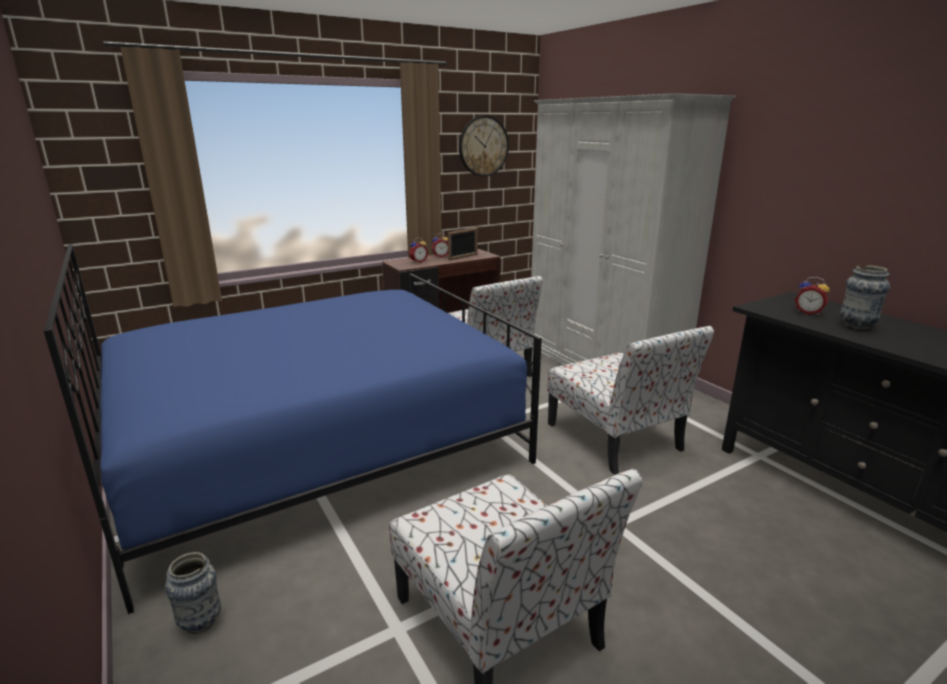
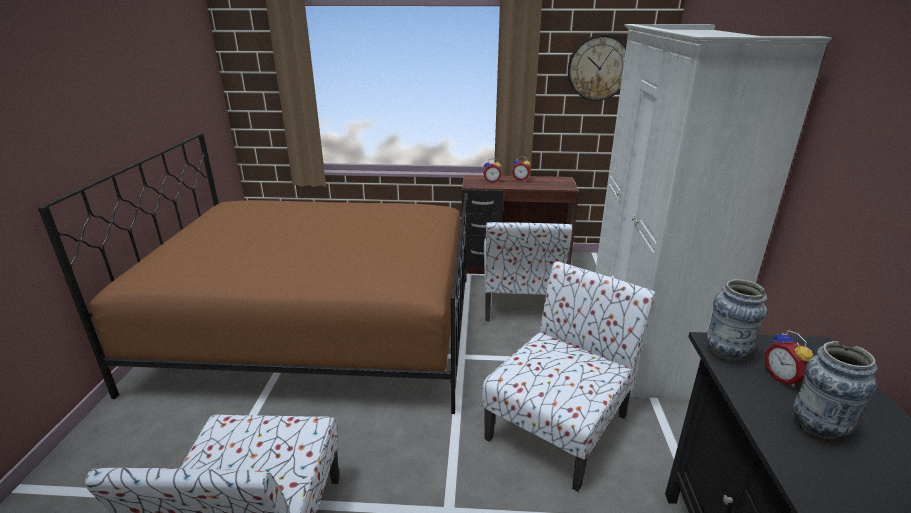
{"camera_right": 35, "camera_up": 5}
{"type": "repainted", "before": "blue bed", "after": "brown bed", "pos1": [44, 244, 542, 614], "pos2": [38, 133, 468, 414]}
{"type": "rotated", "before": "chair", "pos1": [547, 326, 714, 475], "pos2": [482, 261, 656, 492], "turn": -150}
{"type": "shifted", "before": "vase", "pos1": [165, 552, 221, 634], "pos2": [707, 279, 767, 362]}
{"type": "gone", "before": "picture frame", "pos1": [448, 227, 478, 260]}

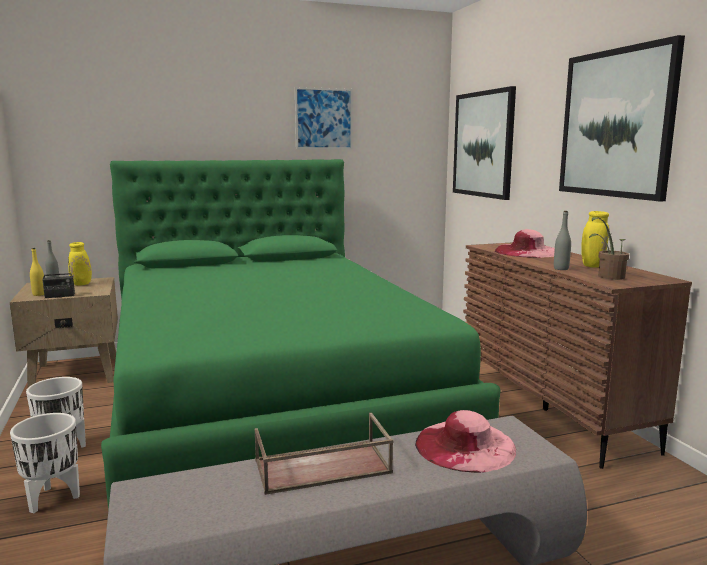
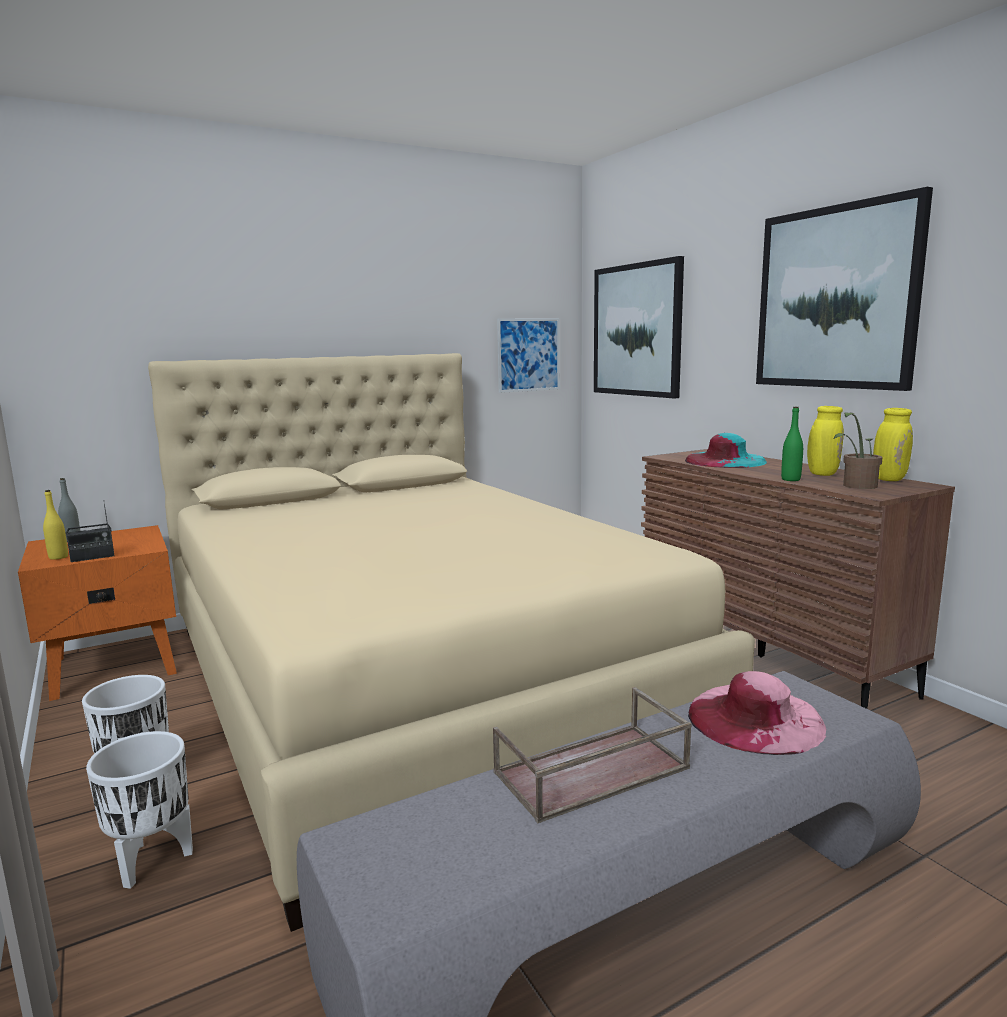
{"camera_right": -10, "camera_up": 0}
{"type": "repainted", "before": "beige nightstand", "after": "orange nightstand", "pos1": [10, 277, 118, 388], "pos2": [18, 525, 177, 701]}
{"type": "repainted", "before": "green bed", "after": "beige bed", "pos1": [101, 159, 500, 510], "pos2": [148, 353, 755, 932]}
{"type": "shifted", "before": "picture", "pos1": [295, 87, 352, 149], "pos2": [497, 318, 560, 393]}
{"type": "repainted", "before": "pink hat", "after": "turquoise hat", "pos1": [495, 229, 555, 258], "pos2": [685, 433, 767, 468]}
{"type": "repainted", "before": "grey bottle", "after": "green bottle", "pos1": [554, 211, 571, 270], "pos2": [781, 407, 803, 481]}
{"type": "shifted", "before": "yellow vase", "pos1": [68, 242, 92, 286], "pos2": [873, 408, 913, 481]}

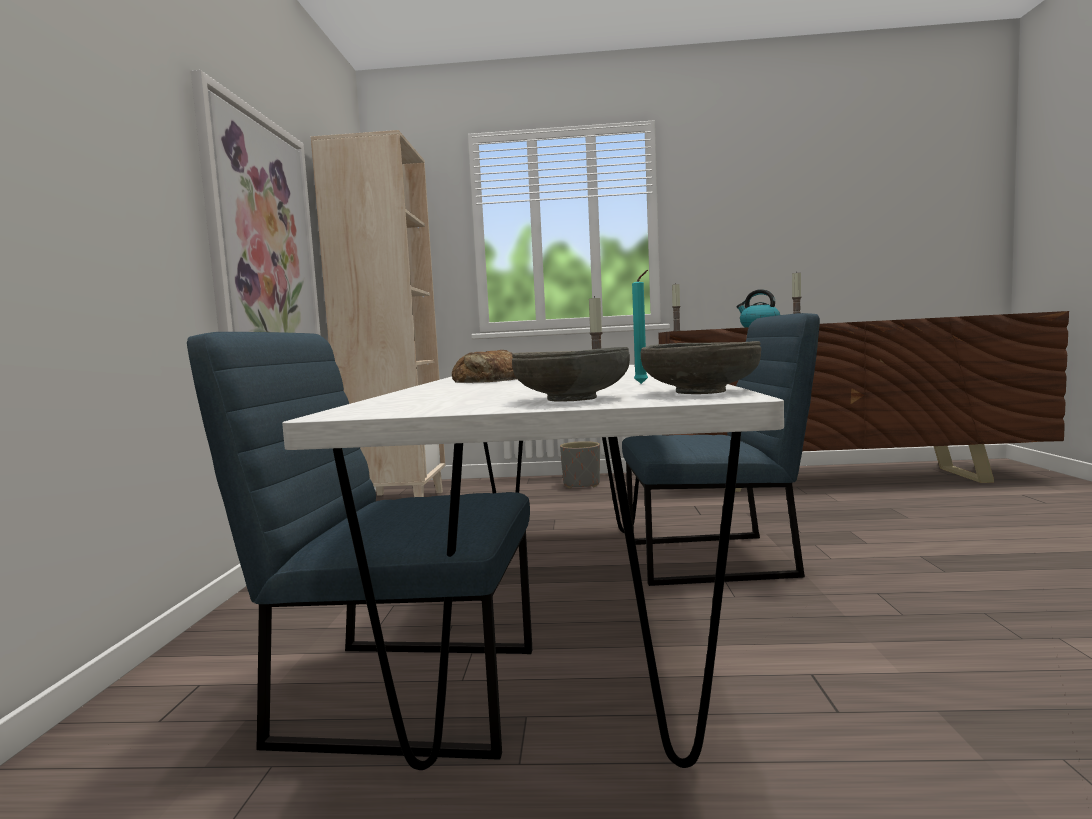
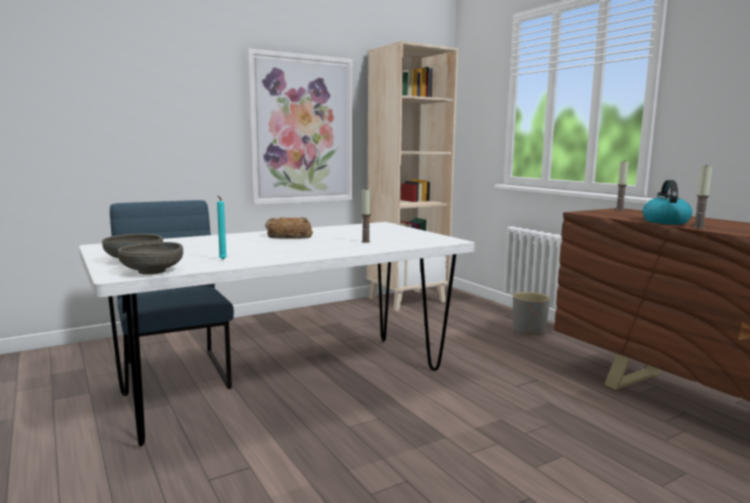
{"camera_right": 55, "camera_up": 5}
{"type": "gone", "before": "blue chair", "pos1": [622, 313, 820, 586]}

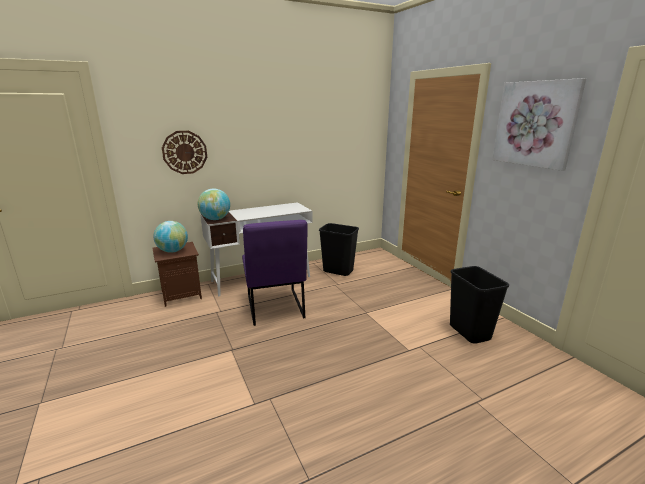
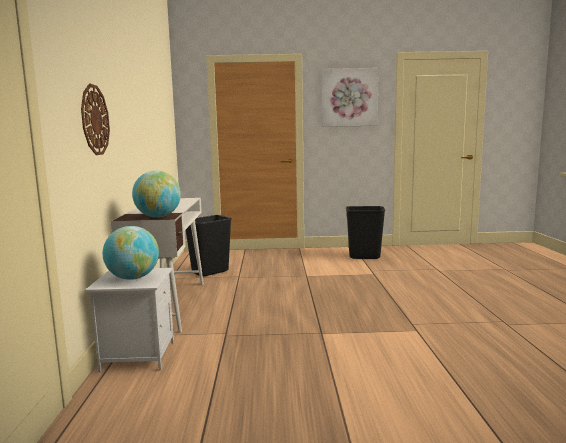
{"camera_right": -65, "camera_up": -10}
{"type": "repainted", "before": "brown nightstand", "after": "grey nightstand", "pos1": [152, 242, 202, 307], "pos2": [85, 268, 174, 372]}
{"type": "gone", "before": "purple chair", "pos1": [242, 220, 308, 326]}

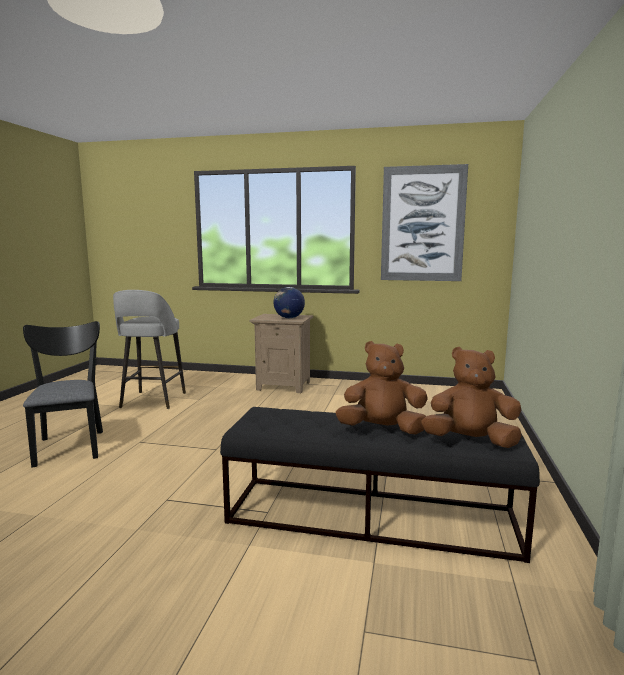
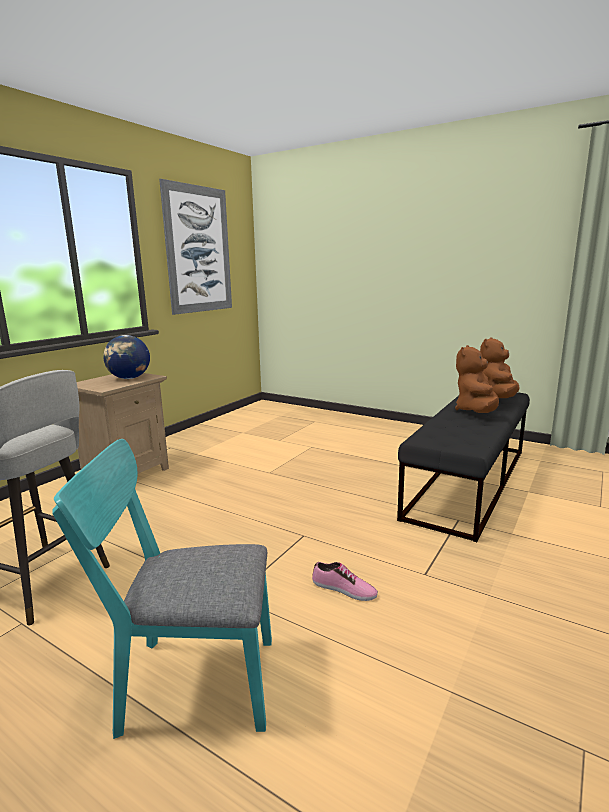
{"camera_right": -70, "camera_up": 5}
{"type": "repainted", "before": "black chair", "after": "turquoise chair", "pos1": [23, 321, 103, 468], "pos2": [52, 439, 272, 739]}
{"type": "new", "after": "shoe", "pos2": [312, 562, 378, 601]}

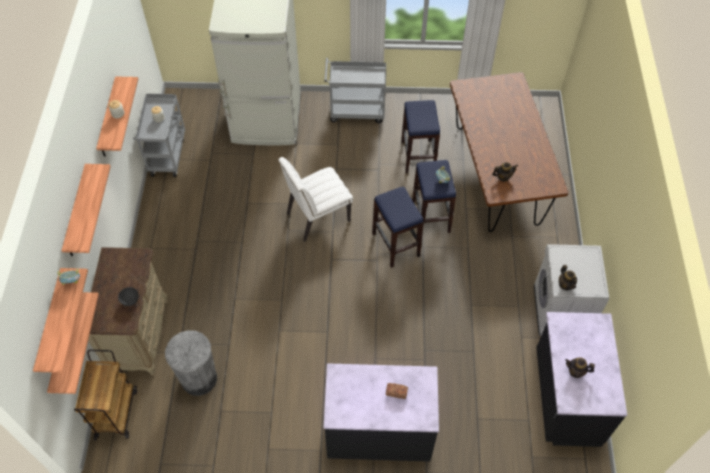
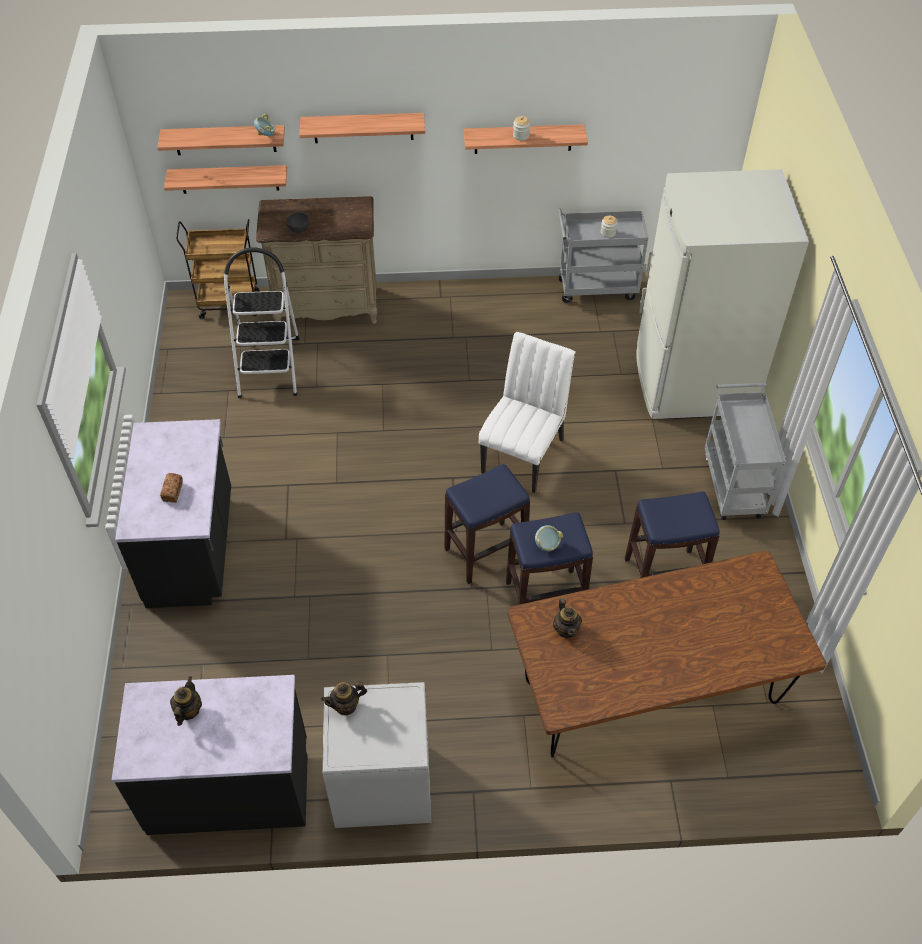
{"camera_right": 85, "camera_up": -5}
{"type": "swapped", "before": "grey trash can", "after": "step ladder", "pos1": [165, 330, 217, 396], "pos2": [224, 247, 299, 398]}
{"type": "rotated", "before": "white chair", "pos1": [278, 157, 353, 242], "pos2": [479, 332, 576, 493], "turn": 60}

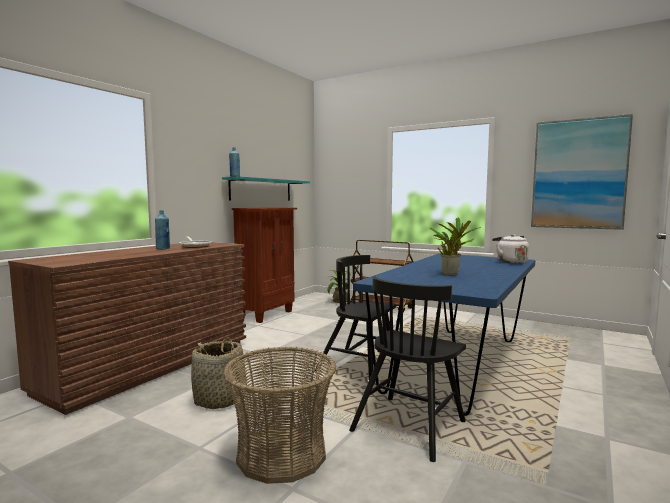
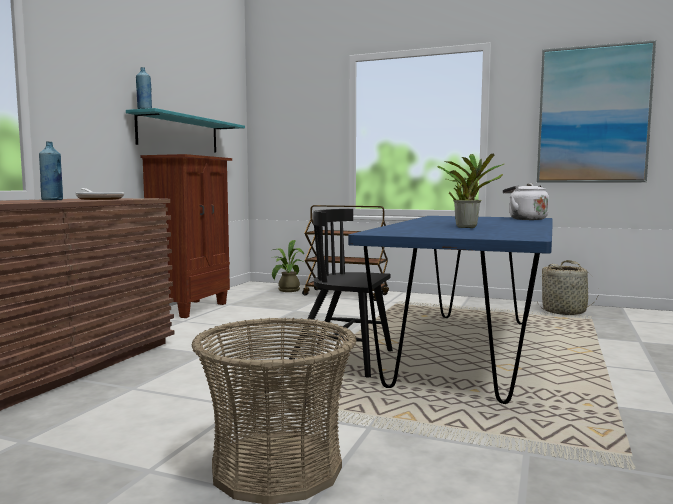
{"camera_right": -10, "camera_up": 0}
{"type": "shifted", "before": "basket", "pos1": [191, 337, 247, 409], "pos2": [537, 260, 596, 315]}
{"type": "gone", "before": "black chair", "pos1": [349, 276, 466, 462]}

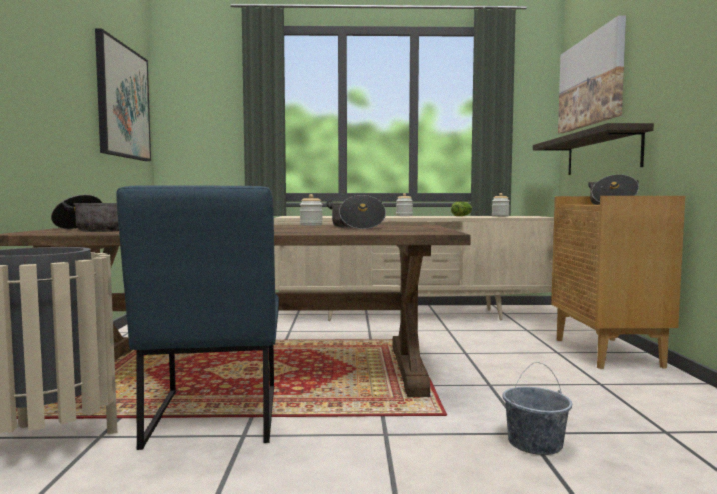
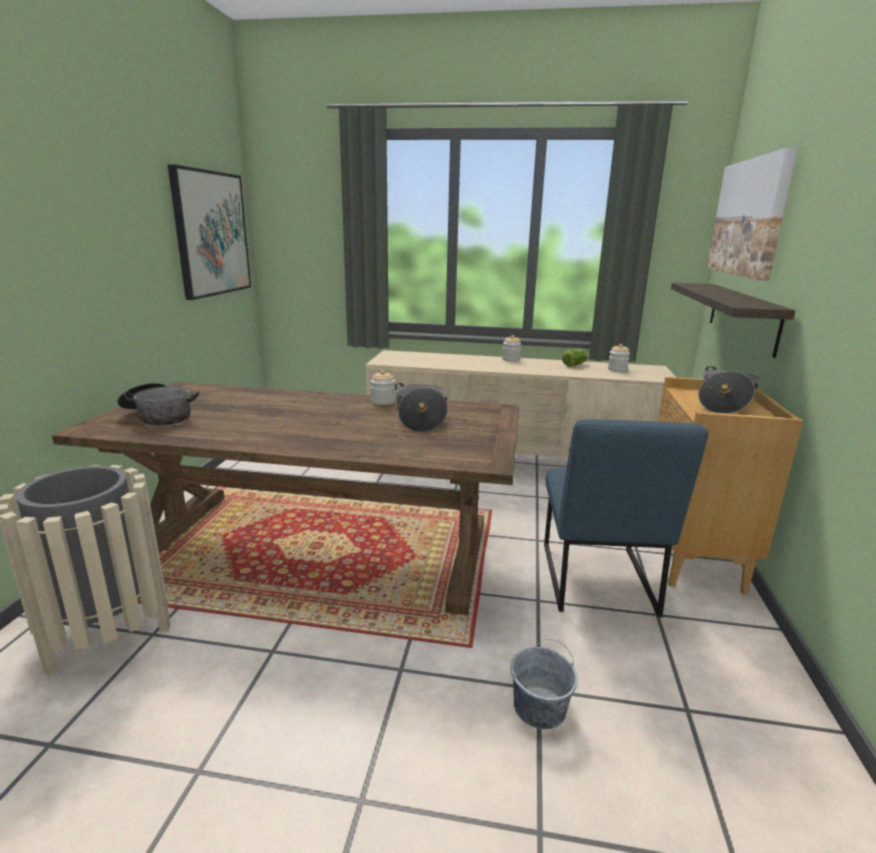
{"camera_right": 10, "camera_up": 15}
{"type": "shifted", "before": "blue chair", "pos1": [116, 185, 279, 450], "pos2": [544, 419, 708, 617]}

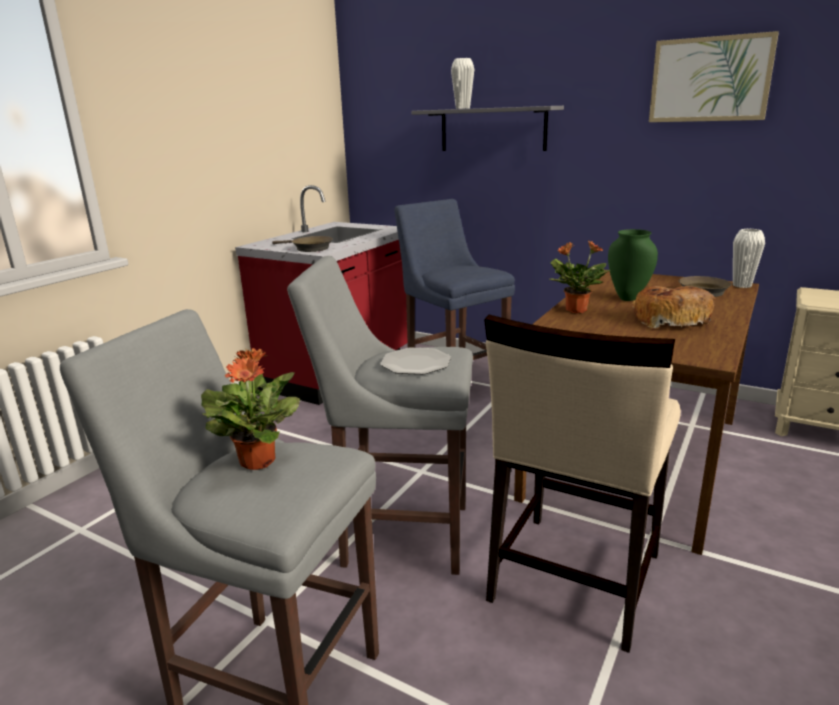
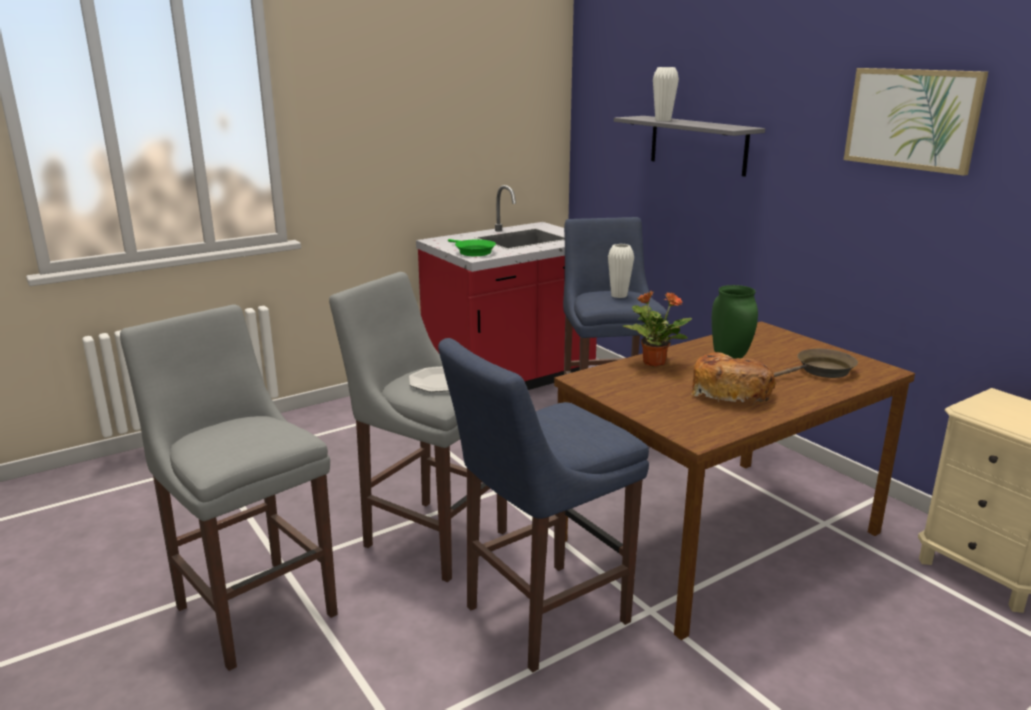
{"camera_right": 25, "camera_up": 0}
{"type": "swapped", "before": "beige chair", "after": "blue stool", "pos1": [484, 315, 681, 653], "pos2": [438, 338, 649, 672]}
{"type": "repainted", "before": "brown frying pan", "after": "green frying pan", "pos1": [272, 236, 333, 252], "pos2": [448, 239, 496, 256]}
{"type": "shifted", "before": "white vase", "pos1": [733, 229, 765, 288], "pos2": [608, 244, 634, 298]}
{"type": "gone", "before": "potted plant", "pos1": [201, 348, 300, 470]}

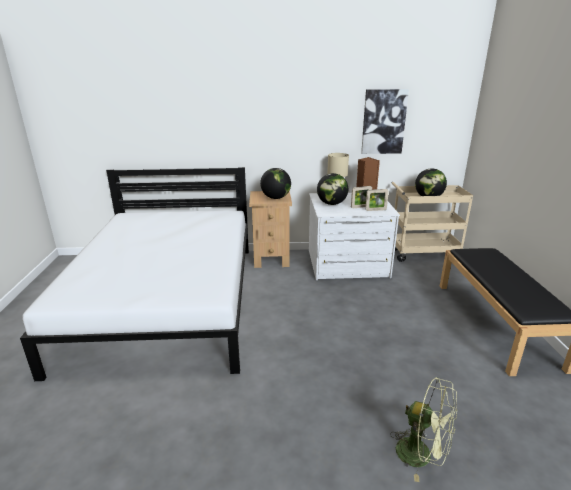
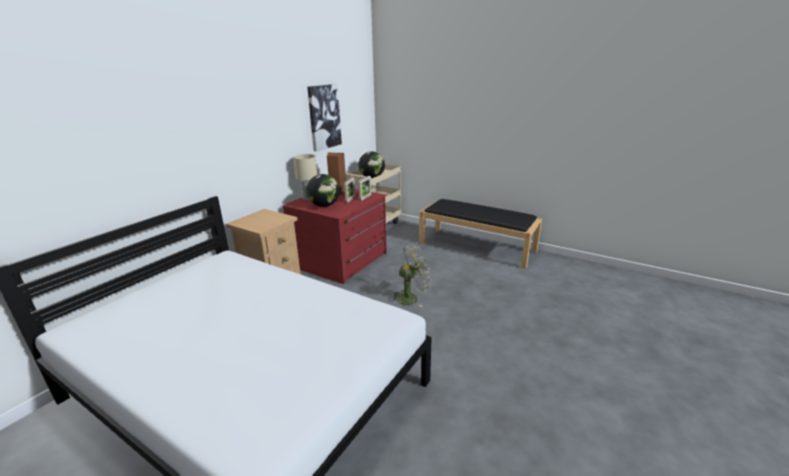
{"camera_right": -55, "camera_up": 0}
{"type": "repainted", "before": "white dresser", "after": "red dresser", "pos1": [309, 193, 400, 280], "pos2": [282, 189, 387, 284]}
{"type": "shifted", "before": "green fan", "pos1": [390, 377, 457, 482], "pos2": [390, 245, 432, 307]}
{"type": "gone", "before": "globe", "pos1": [260, 168, 291, 199]}

